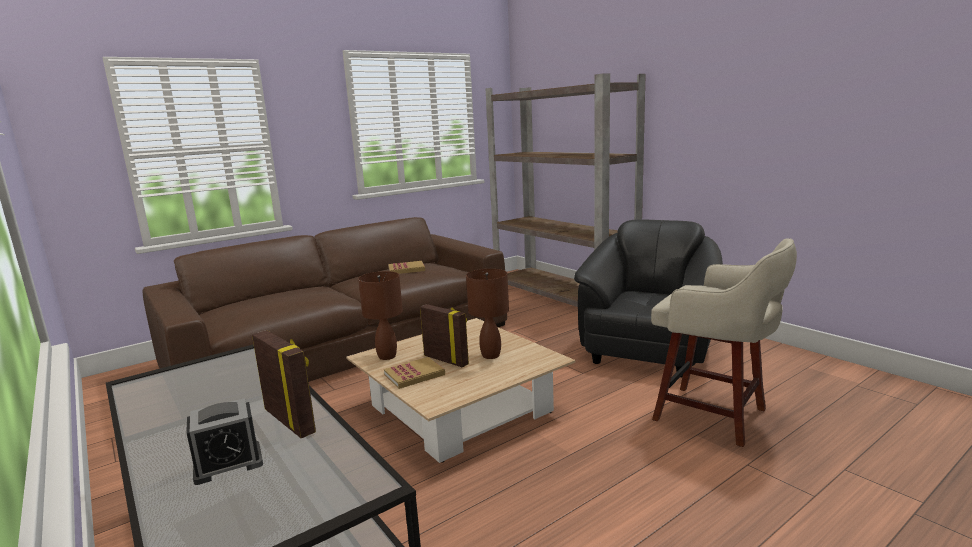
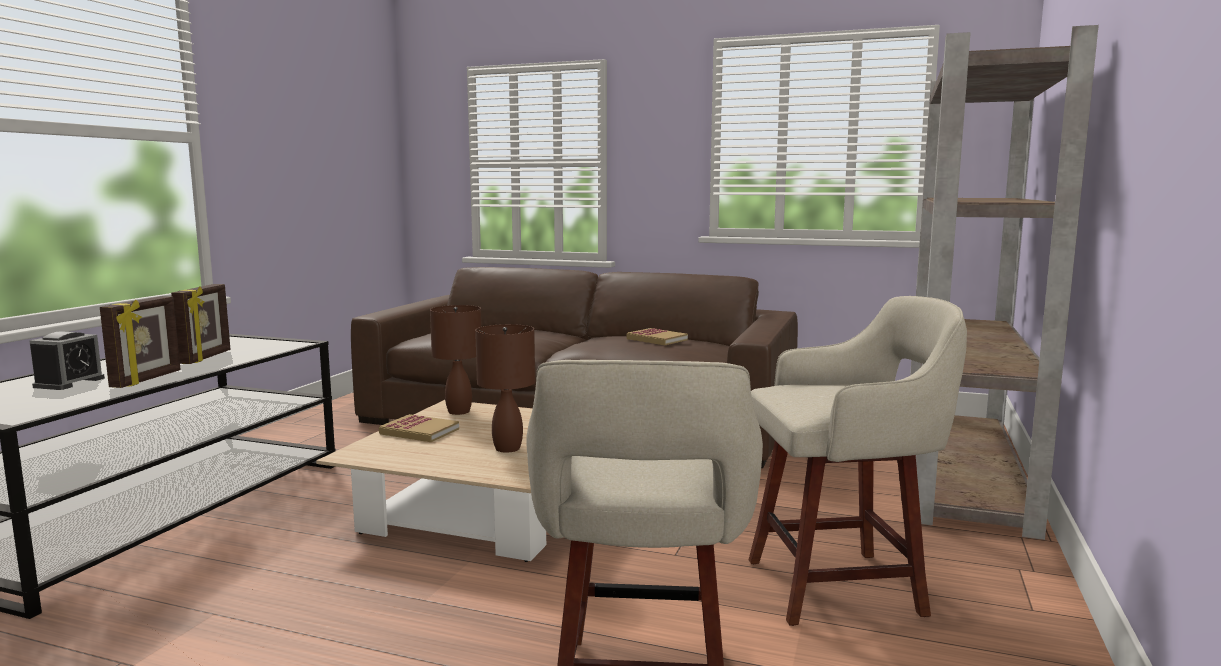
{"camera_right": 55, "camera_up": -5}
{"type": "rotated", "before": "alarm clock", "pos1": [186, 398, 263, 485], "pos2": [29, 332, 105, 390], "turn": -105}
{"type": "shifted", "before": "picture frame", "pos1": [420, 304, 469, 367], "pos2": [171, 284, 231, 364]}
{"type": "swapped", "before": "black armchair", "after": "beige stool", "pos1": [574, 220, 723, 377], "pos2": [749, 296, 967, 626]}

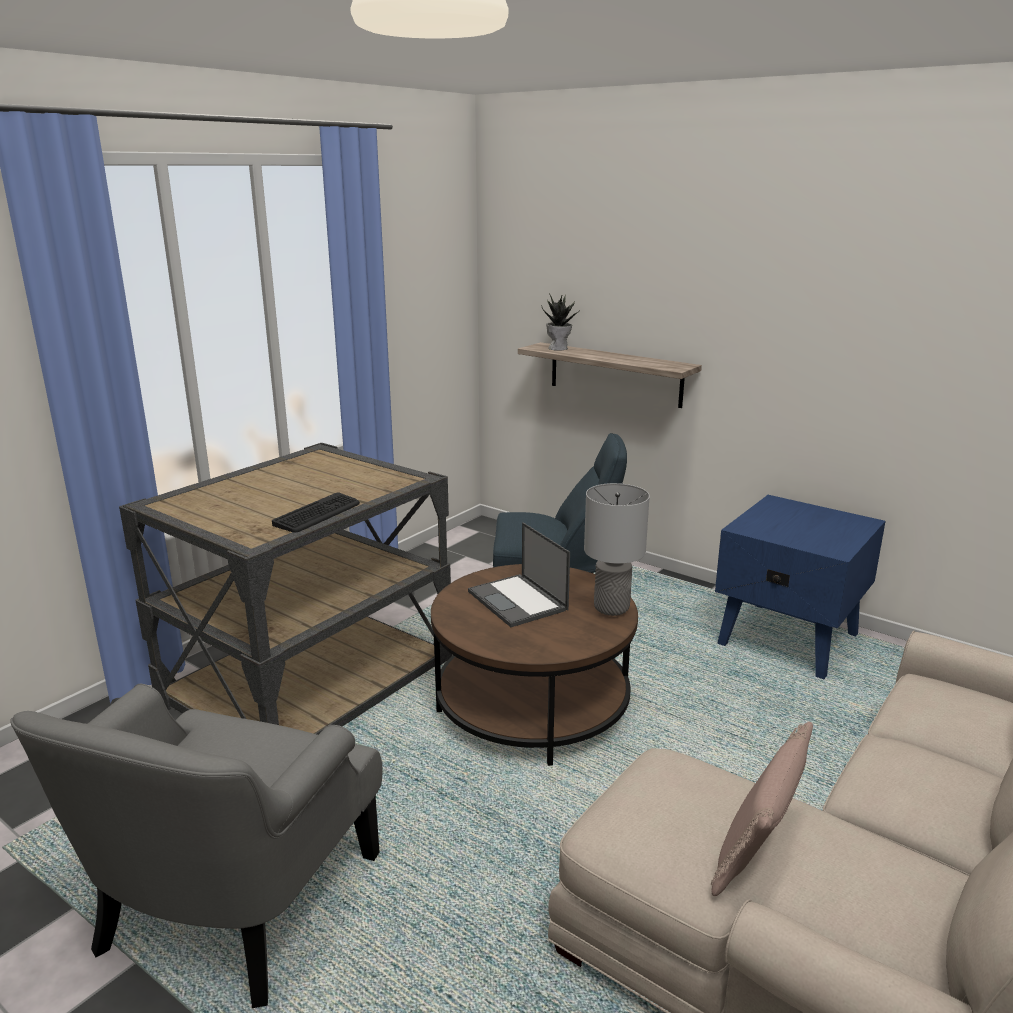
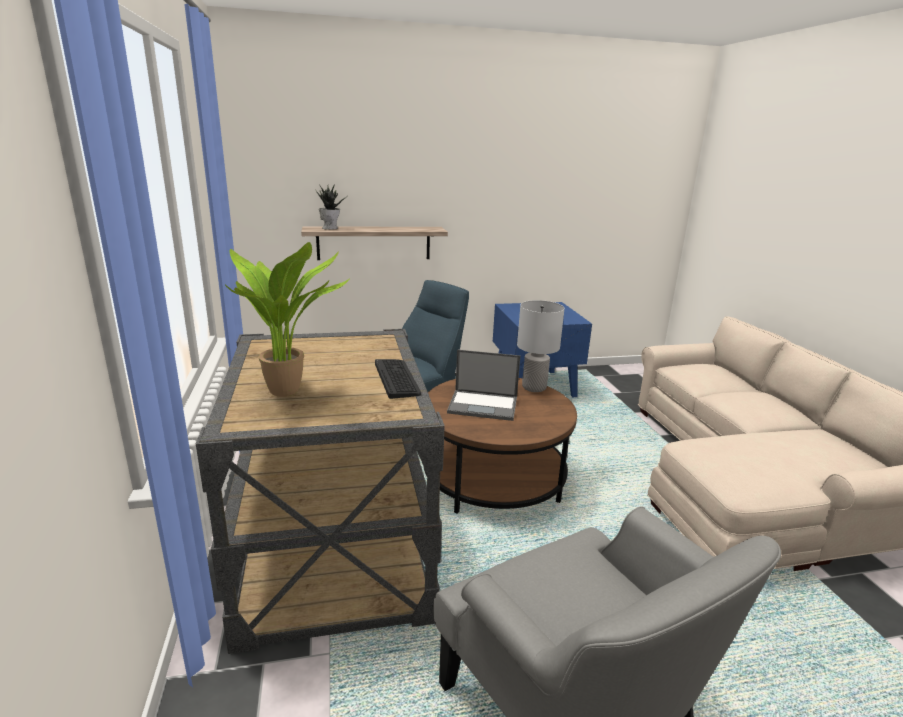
{"camera_right": -50, "camera_up": 0}
{"type": "new", "after": "potted plant", "pos2": [225, 242, 350, 397]}
{"type": "gone", "before": "beige pillow", "pos1": [710, 722, 813, 896]}

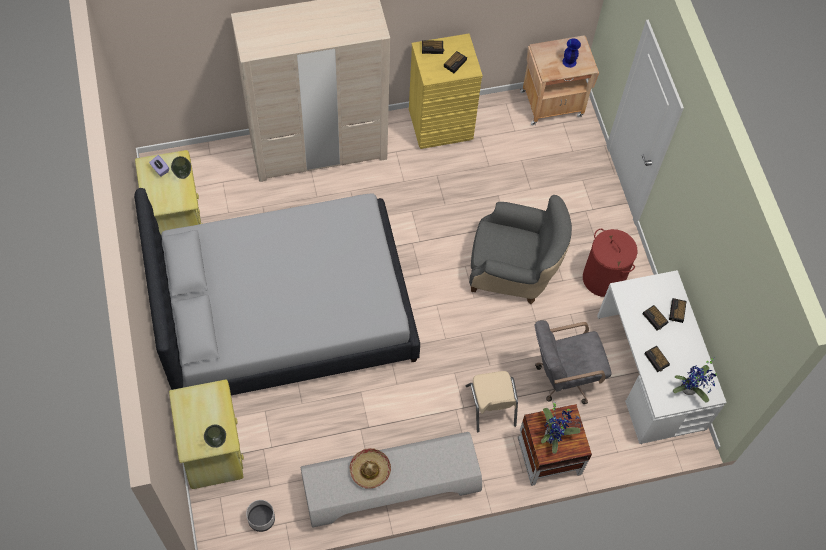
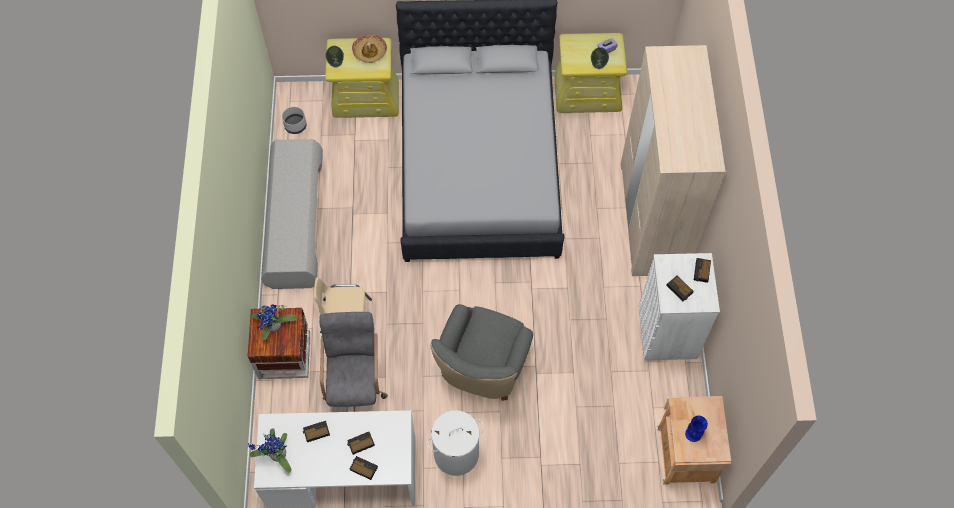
{"camera_right": 105, "camera_up": 0}
{"type": "shifted", "before": "hat", "pos1": [350, 448, 391, 489], "pos2": [352, 35, 387, 63]}
{"type": "repainted", "before": "red laundry basket", "after": "white laundry basket", "pos1": [583, 229, 637, 297], "pos2": [427, 410, 484, 476]}
{"type": "repainted", "before": "yellow dresser", "after": "white dresser", "pos1": [409, 34, 483, 149], "pos2": [639, 253, 720, 360]}

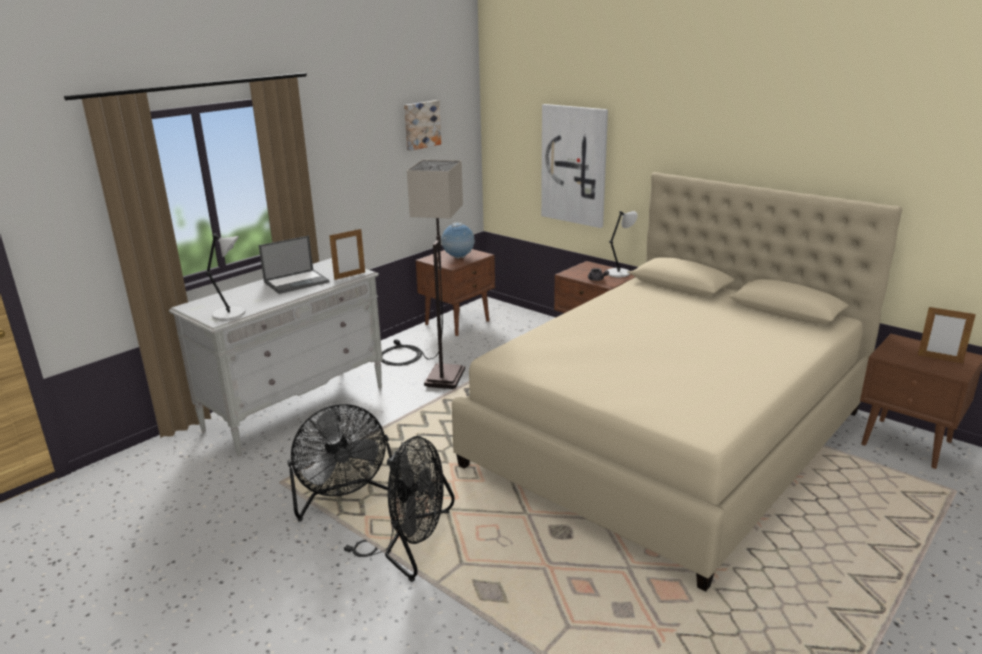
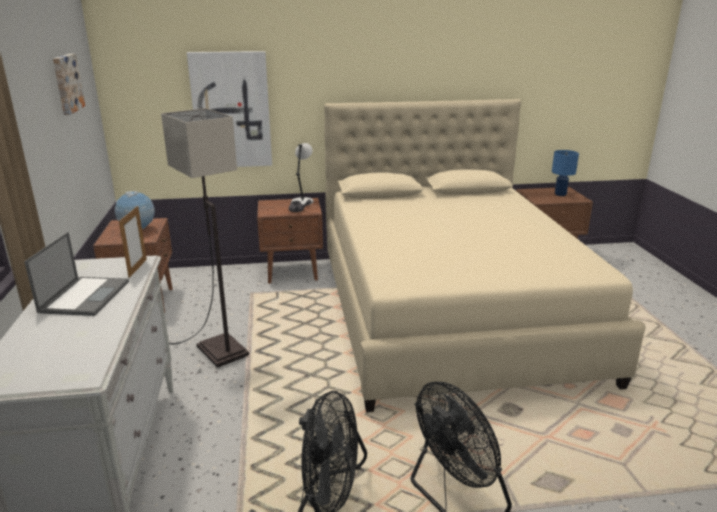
{"camera_right": -50, "camera_up": 0}
{"type": "swapped", "before": "picture frame", "after": "blue table lamp", "pos1": [918, 307, 976, 363], "pos2": [552, 150, 579, 196]}
{"type": "gone", "before": "grey table lamp", "pos1": [206, 233, 245, 321]}

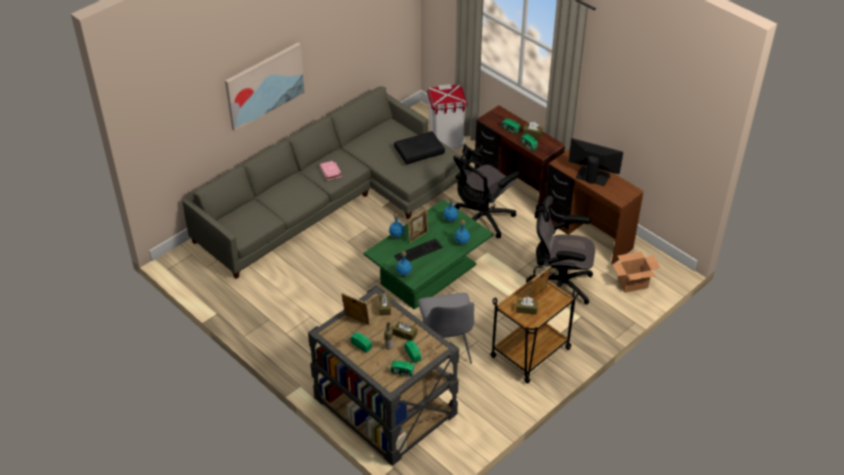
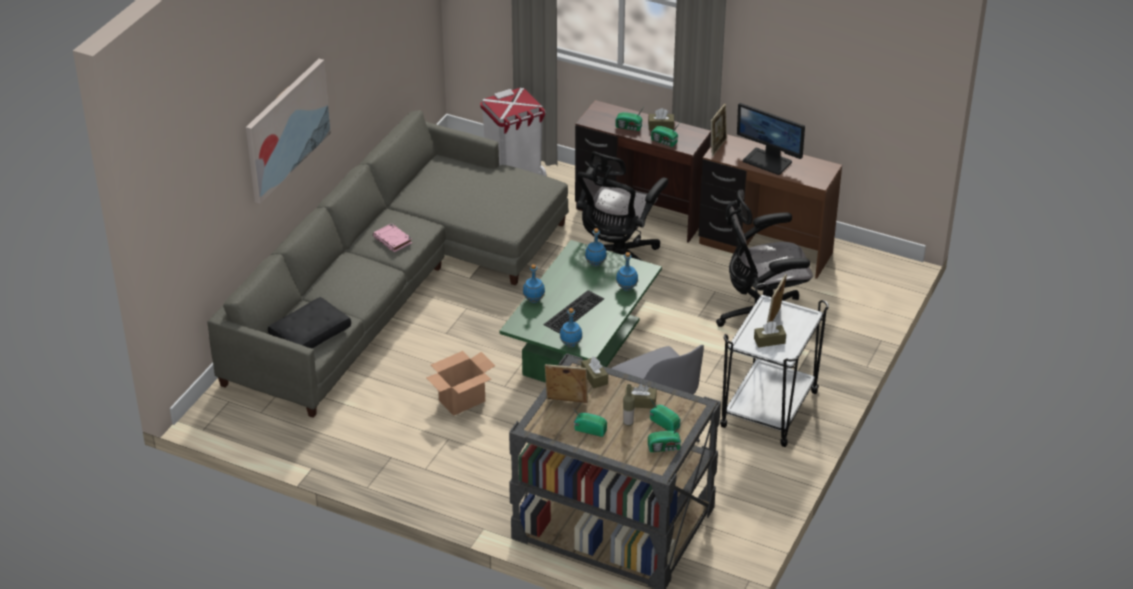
{"camera_right": -20, "camera_up": -5}
{"type": "shifted", "before": "black pillow", "pos1": [394, 131, 445, 165], "pos2": [268, 297, 351, 349]}
{"type": "shifted", "before": "cardboard box", "pos1": [612, 251, 660, 293], "pos2": [426, 351, 495, 416]}
{"type": "shifted", "before": "picture frame", "pos1": [408, 208, 428, 243], "pos2": [711, 104, 727, 156]}
{"type": "repainted", "before": "brown cart", "after": "white cart", "pos1": [491, 266, 578, 384], "pos2": [720, 283, 829, 447]}
{"type": "rotated", "before": "monitor", "pos1": [569, 138, 623, 186], "pos2": [737, 103, 805, 175], "turn": -150}

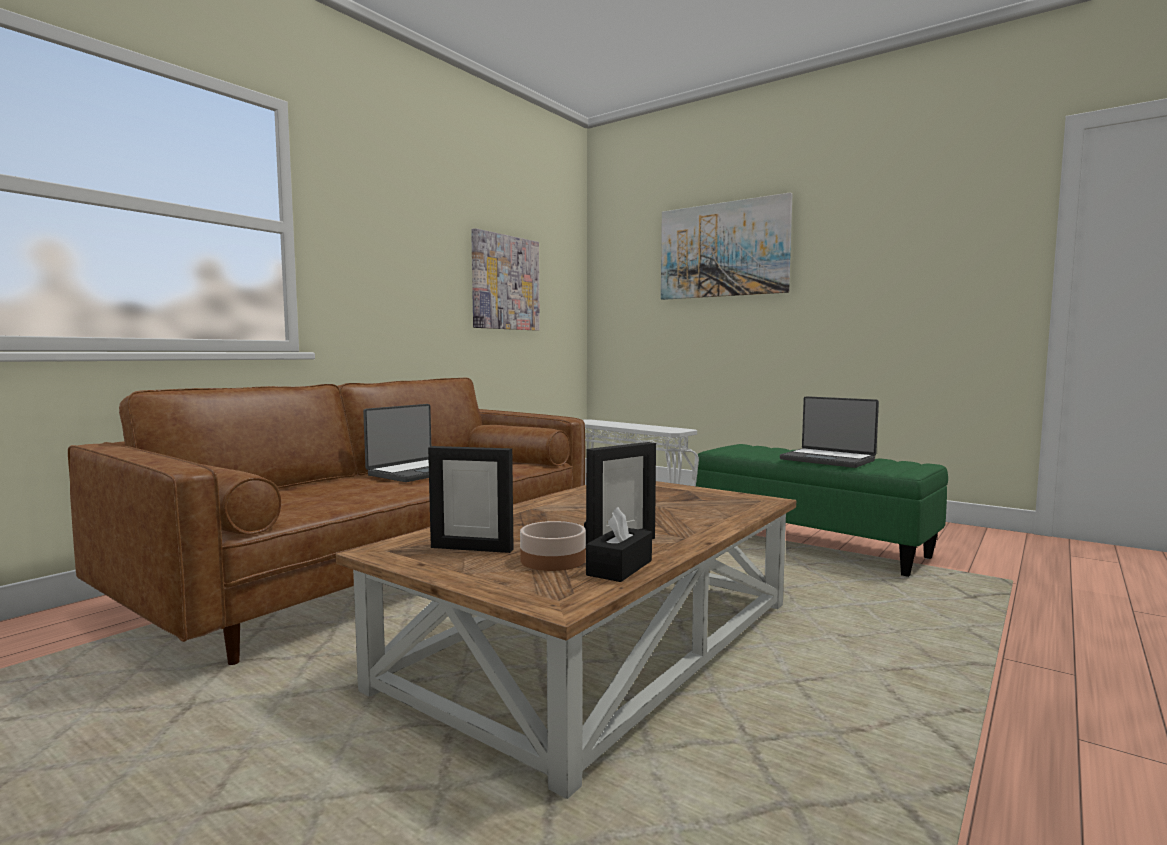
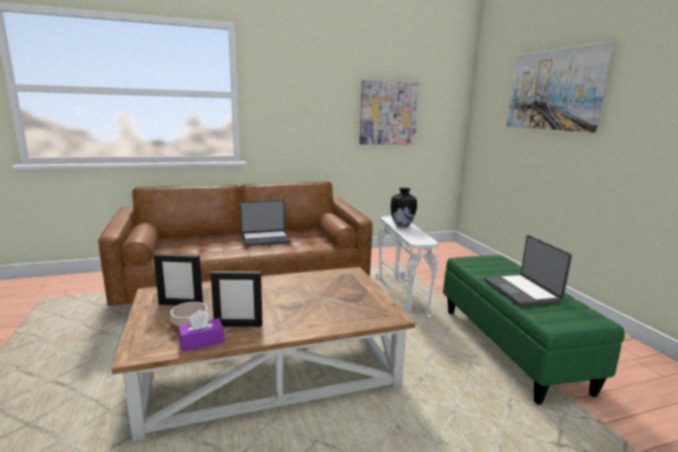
{"camera_right": 35, "camera_up": 10}
{"type": "rotated", "before": "picture frame", "pos1": [428, 446, 514, 553], "pos2": [154, 253, 203, 305], "turn": -45}
{"type": "repainted", "before": "black tissue box", "after": "purple tissue box", "pos1": [586, 507, 652, 582], "pos2": [179, 310, 224, 351]}
{"type": "new", "after": "vase", "pos2": [391, 188, 417, 228]}

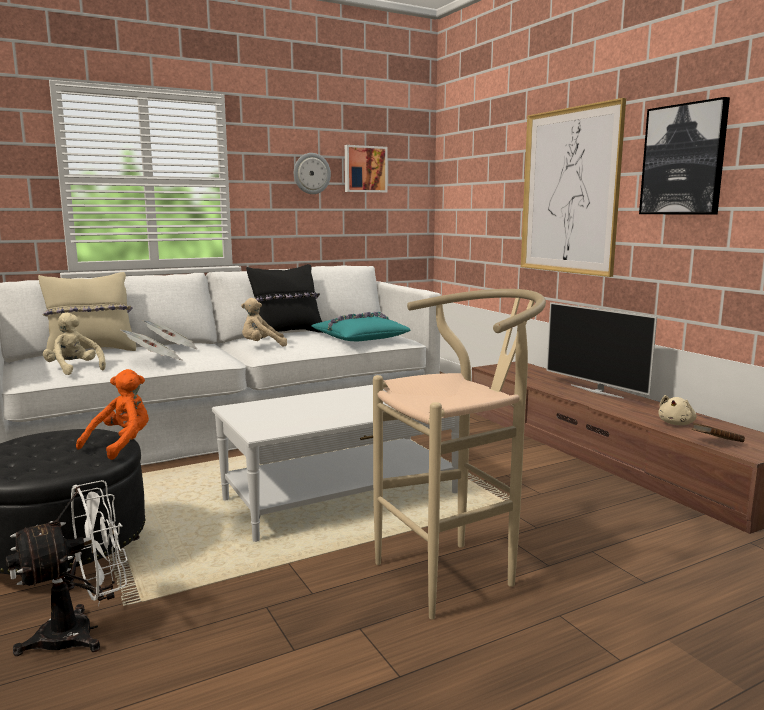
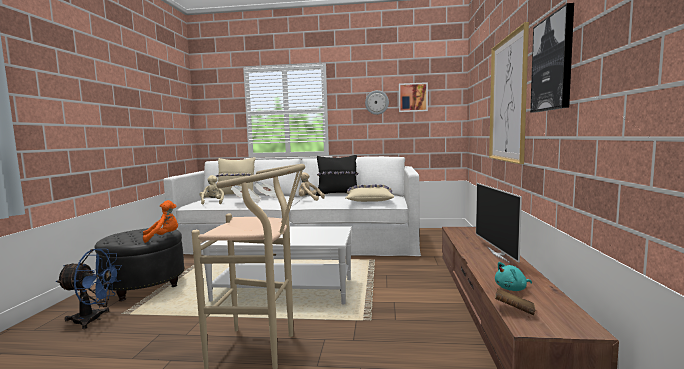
{"camera_right": 35, "camera_up": -5}
{"type": "repainted", "before": "white fan", "after": "blue fan", "pos1": [6, 480, 128, 656], "pos2": [56, 249, 122, 329]}
{"type": "repainted", "before": "turquoise pillow", "after": "beige pillow", "pos1": [311, 312, 411, 341], "pos2": [345, 184, 394, 202]}
{"type": "repainted", "before": "beige plush toy", "after": "turquoise plush toy", "pos1": [658, 395, 697, 425], "pos2": [495, 262, 532, 291]}

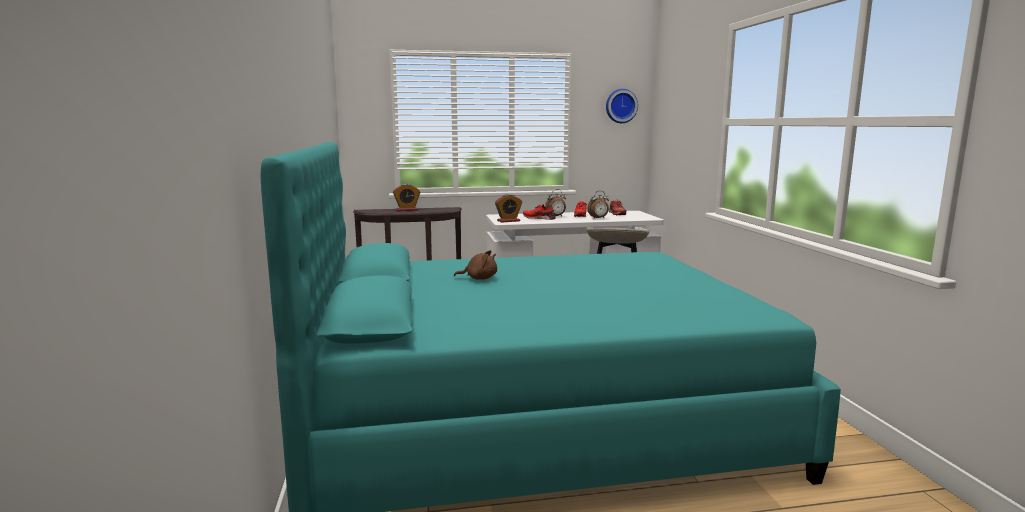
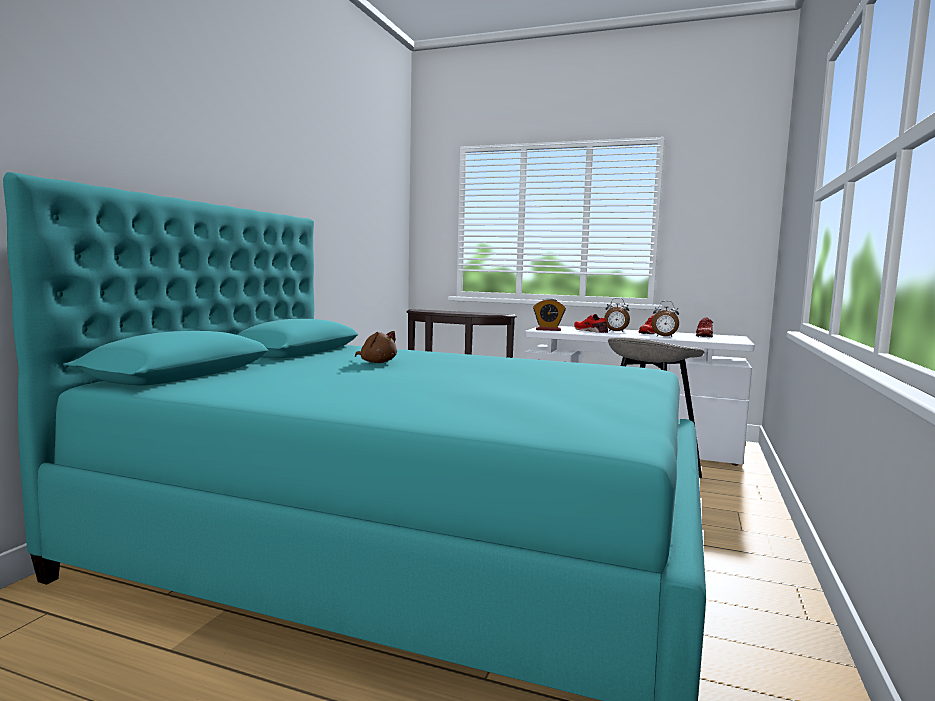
{"camera_right": 30, "camera_up": -5}
{"type": "gone", "before": "alarm clock", "pos1": [393, 184, 420, 211]}
{"type": "gone", "before": "wall clock", "pos1": [606, 89, 638, 123]}

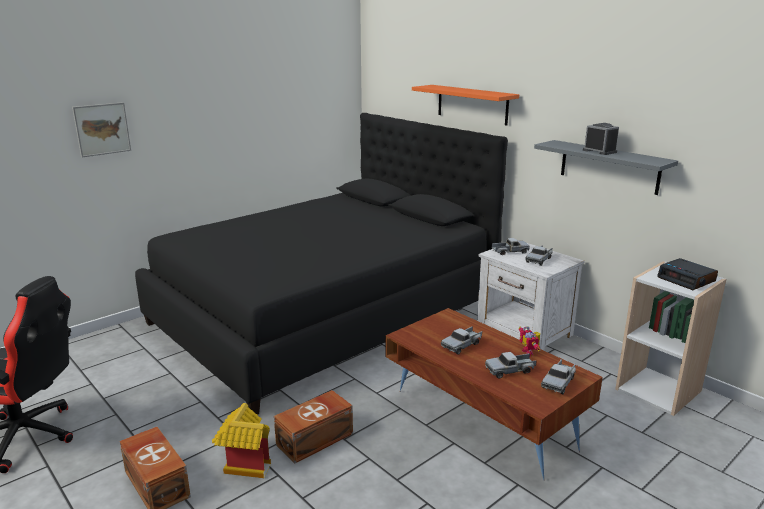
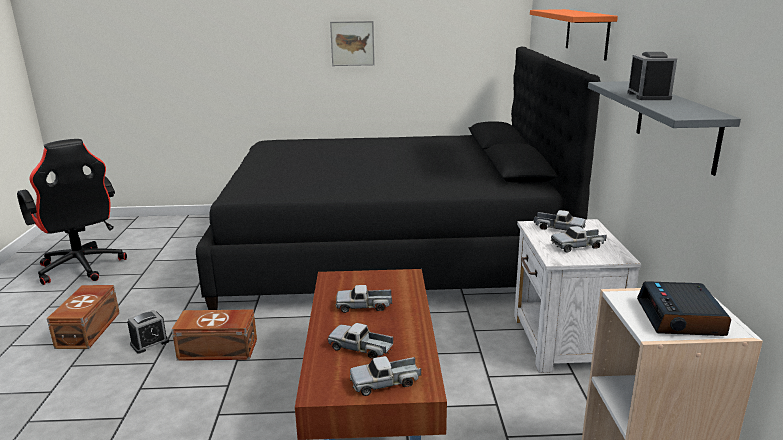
{"camera_right": 40, "camera_up": 0}
{"type": "swapped", "before": "toy house", "after": "alarm clock", "pos1": [212, 403, 271, 478], "pos2": [127, 310, 169, 354]}
{"type": "shifted", "before": "picture", "pos1": [72, 102, 131, 158], "pos2": [330, 21, 375, 66]}
{"type": "gone", "before": "toy robot", "pos1": [519, 326, 540, 357]}

